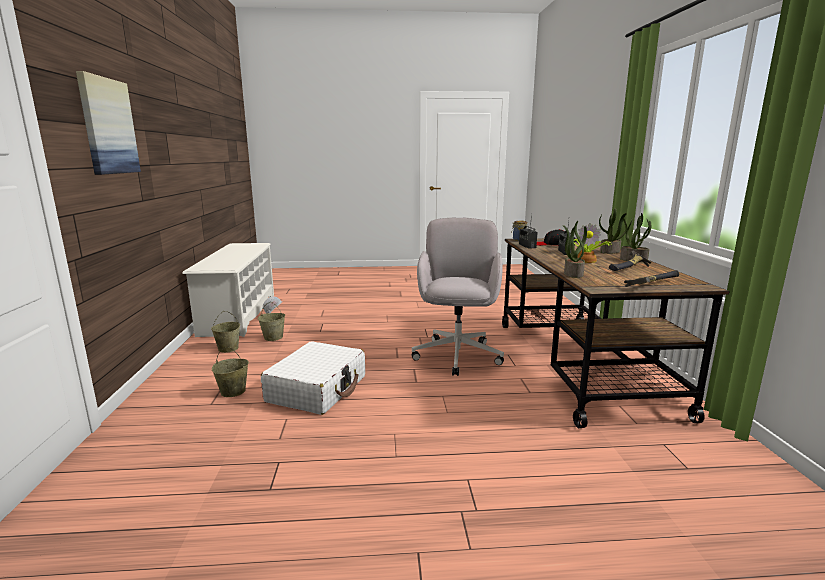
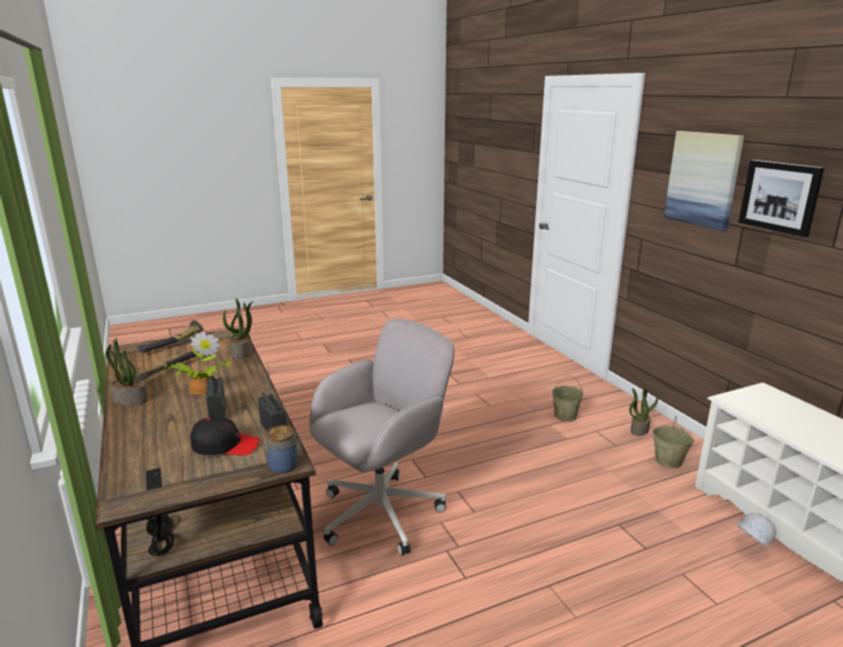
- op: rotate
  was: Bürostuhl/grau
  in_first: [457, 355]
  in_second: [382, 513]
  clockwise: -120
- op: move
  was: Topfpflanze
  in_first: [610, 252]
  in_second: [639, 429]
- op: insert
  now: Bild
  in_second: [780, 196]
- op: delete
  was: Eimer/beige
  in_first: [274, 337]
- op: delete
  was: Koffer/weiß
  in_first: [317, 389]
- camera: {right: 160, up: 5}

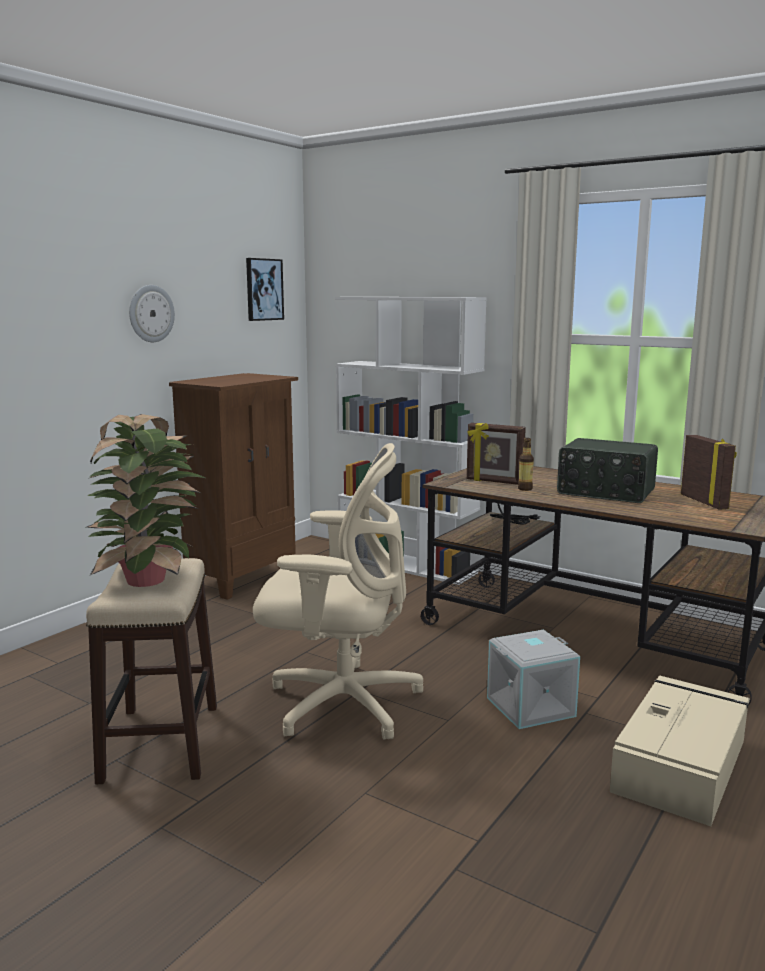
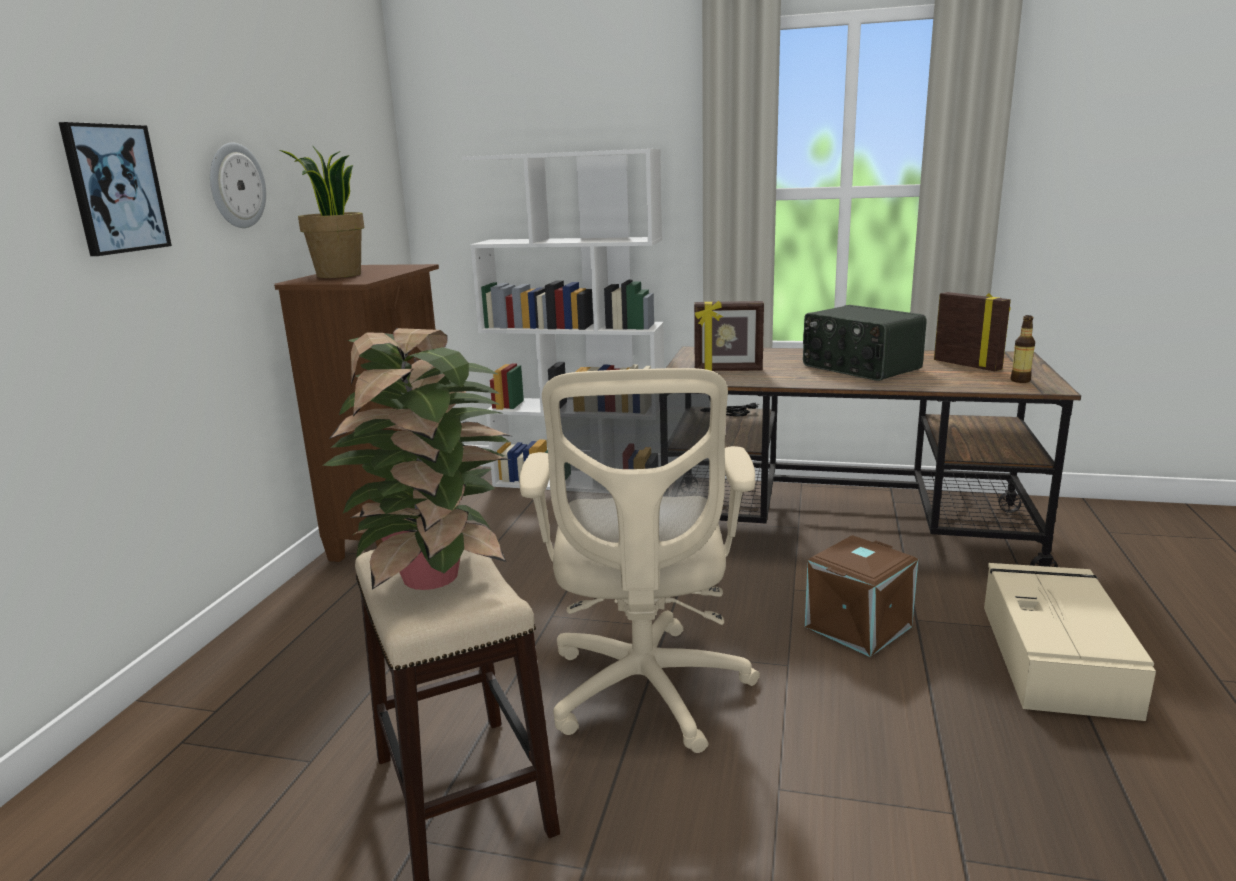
- op: move
  was: Bild
  in_first: [264, 289]
  in_second: [115, 189]
- op: insert
  now: Topfpflanze
  in_second: [338, 275]
- op: rotate
  was: Bürostuhl/beige
  in_first: [333, 705]
  in_second: [643, 679]
  clockwise: 105
- op: rotate
  was: Radio
  in_first: [605, 492]
  in_second: [859, 367]
  clockwise: 45
- op: recolor
  was: Aufbewahrungsbox/grau
  now: Aufbewahrungsbox/braun
  in_first: [531, 708]
  in_second: [859, 627]
- op: move
  was: Flasche
  in_first: [525, 489]
  in_second: [1020, 380]
- camera: {right: -20, up: 5}

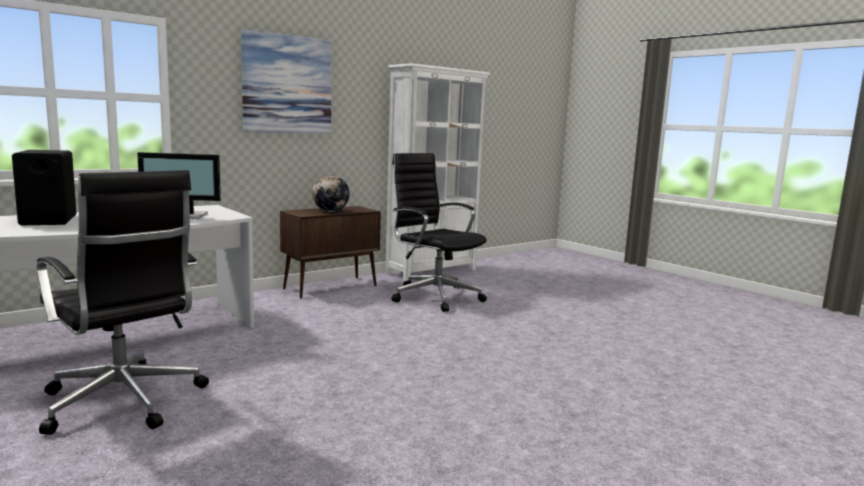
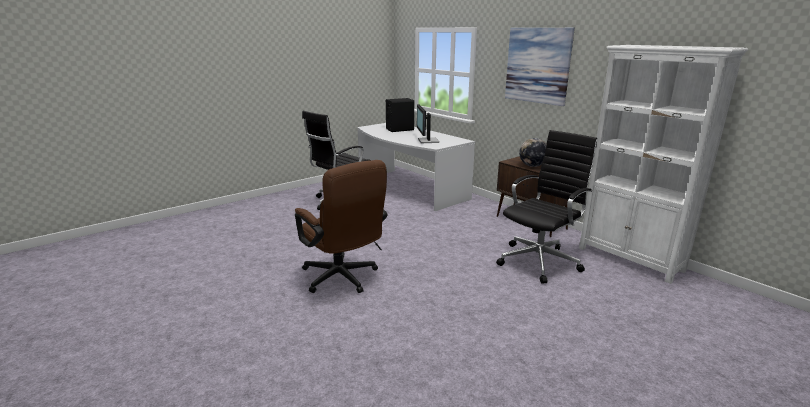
- op: insert
  now: Bürostuhl/braun
  in_second: [343, 279]
- camera: {right: 90, up: 10}

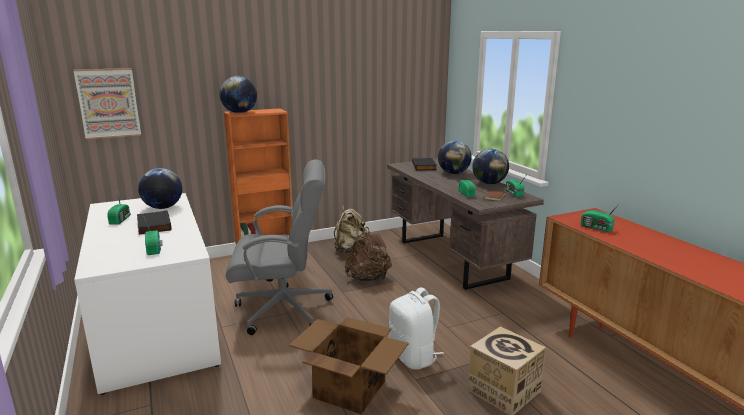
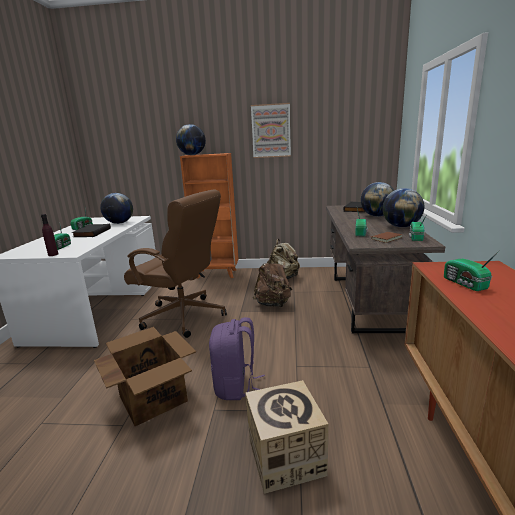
- op: insert
  now: Flasche/lila
  in_second: [53, 254]
- op: recolor
  was: Bürostuhl/grau
  now: Bürostuhl/braun
  in_first: [283, 309]
  in_second: [183, 315]
- op: recolor
  was: Rucksack/weiß
  now: Rucksack/lila
  in_first: [414, 357]
  in_second: [236, 386]
- op: move
  was: Bild
  in_first: [108, 103]
  in_second: [271, 131]
- camera: {right: 30, up: 0}

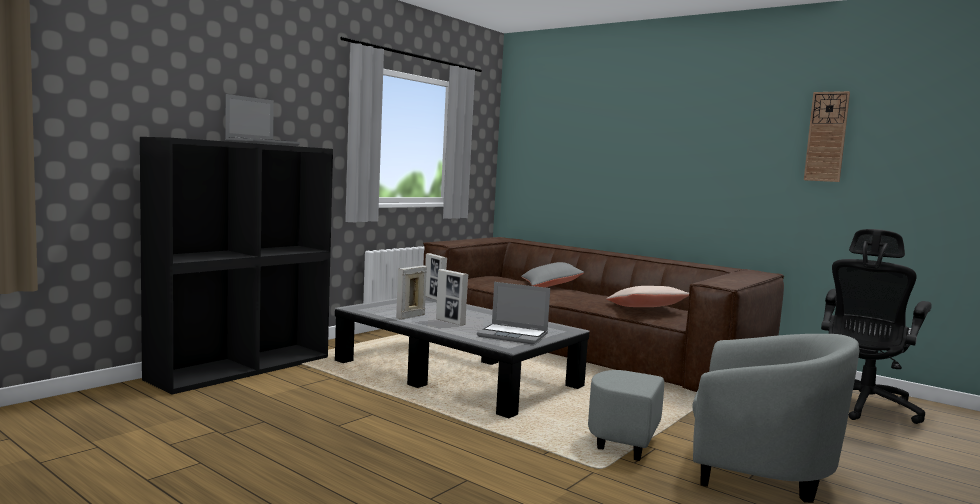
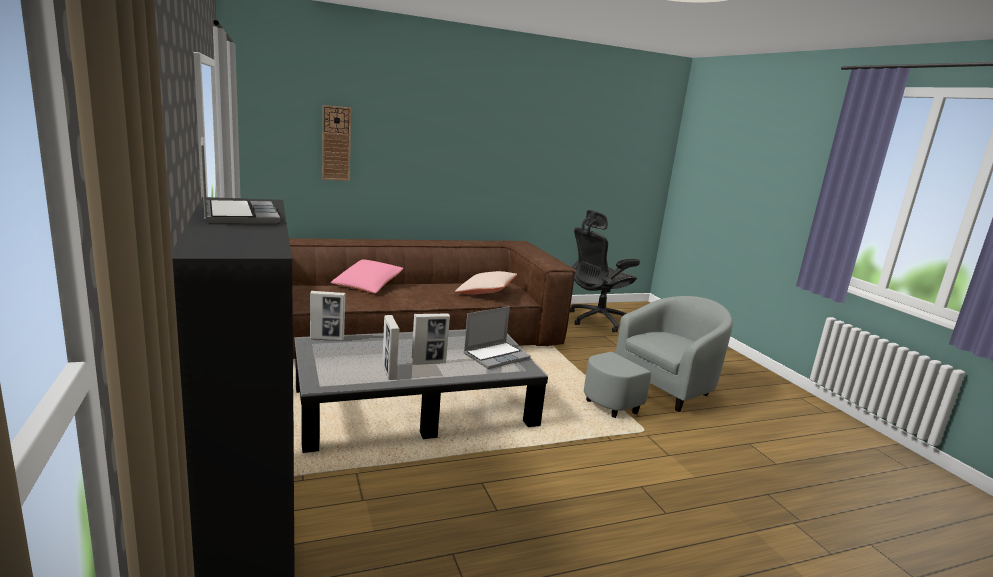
- op: move
  was: Wanduhr
  in_first: [826, 136]
  in_second: [336, 143]
- op: recolor
  was: Kissen/grau
  now: Kissen/rosa
  in_first: [550, 285]
  in_second: [367, 285]
- op: rotate
  was: Bürostuhl
  in_first: [862, 408]
  in_second: [596, 321]
  clockwise: 75
- camera: {right: -60, up: 10}

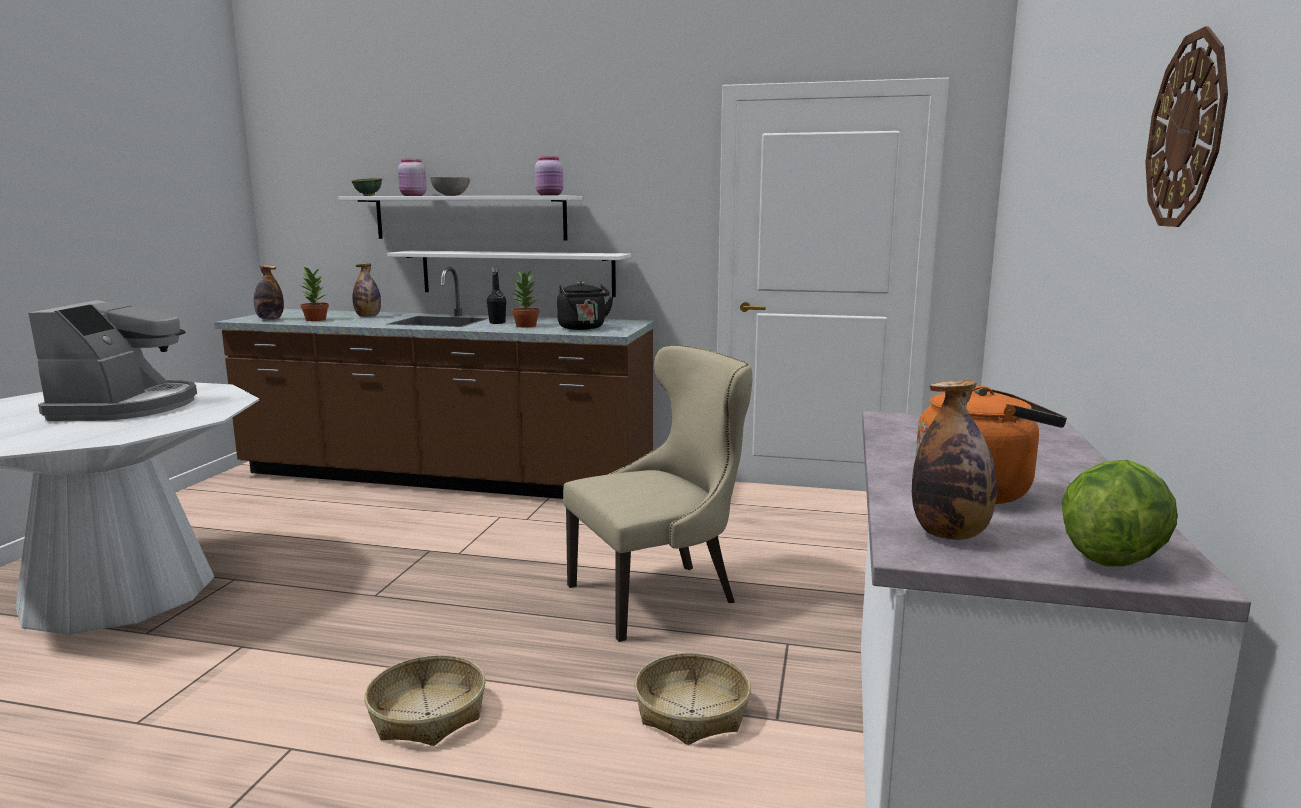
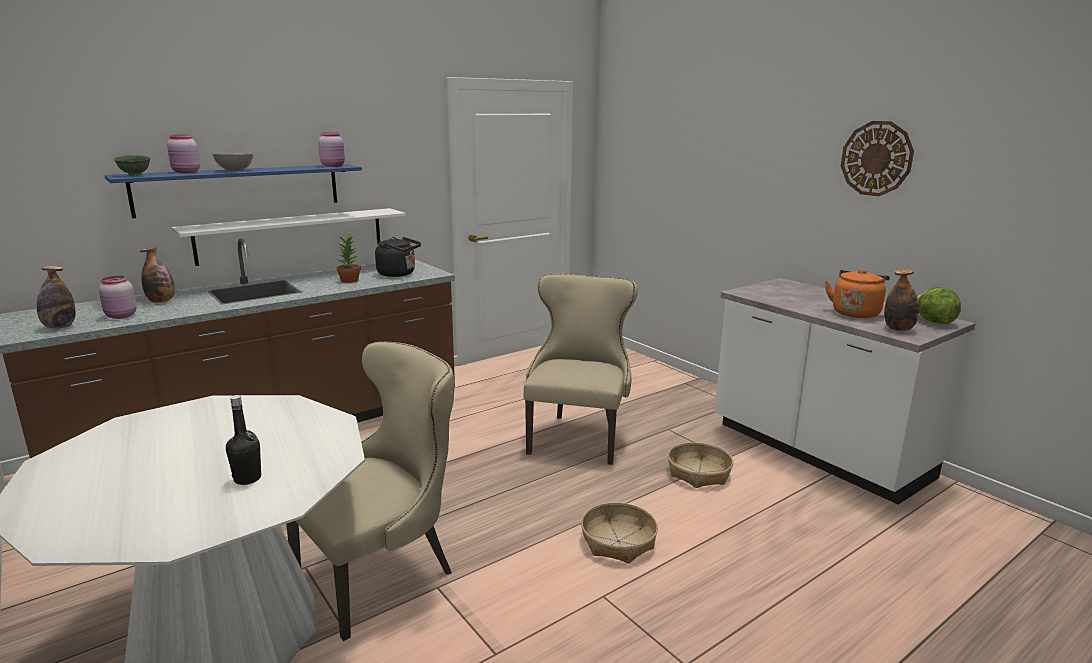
- op: replace
  was: Topfpflanze
  now: Vorratsglas/rosa
  in_first: [315, 319]
  in_second: [120, 316]
- op: recolor
  was: Wandregal/weiß
  now: Wandregal/blau
  in_first: [469, 218]
  in_second: [240, 189]
- op: move
  was: Flasche/schwarz
  in_first: [497, 323]
  in_second: [247, 479]
- op: insert
  now: Stuhl/beige
  in_second: [382, 574]
- op: delete
  was: Kaffeemaschine
  in_first: [127, 407]
- camera: {right: -50, up: 5}

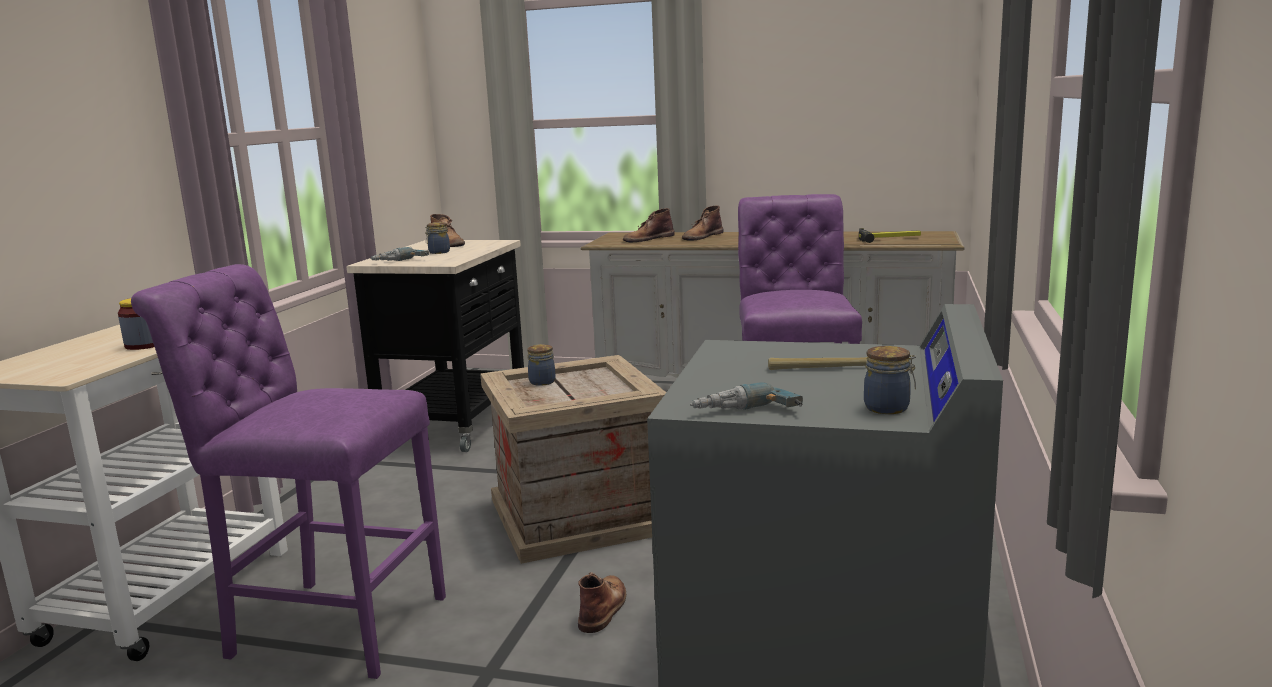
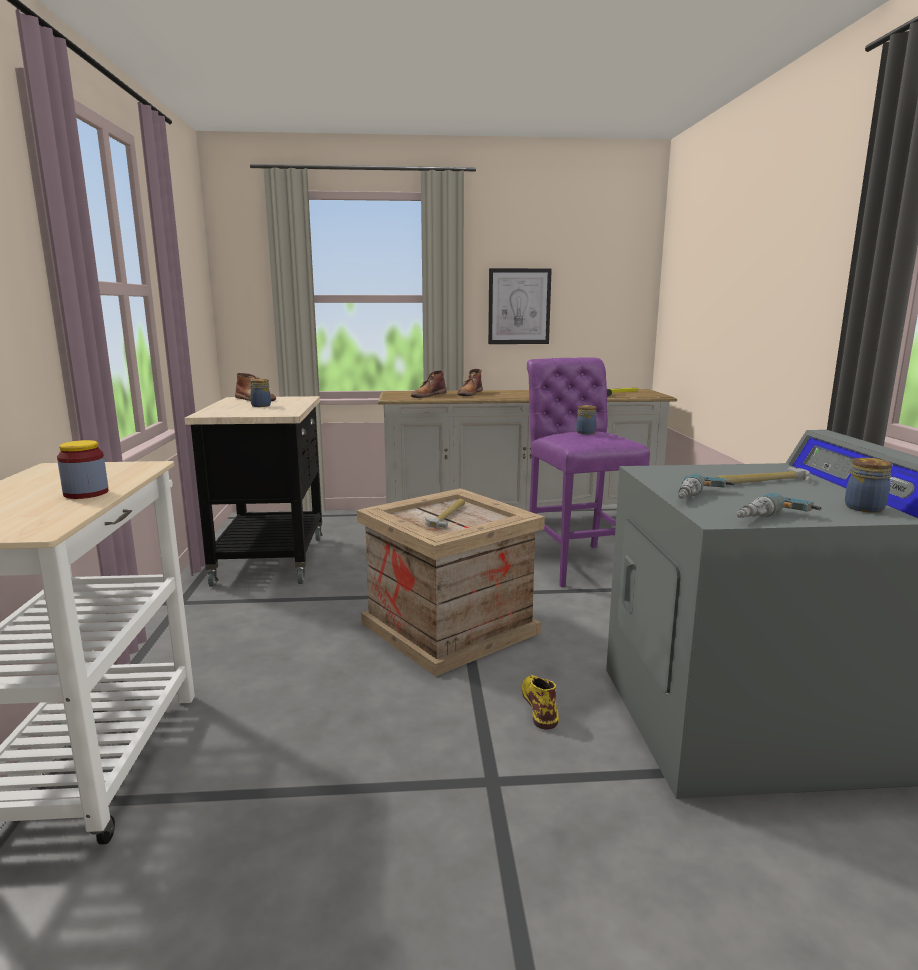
- op: insert
  now: Hammer
  in_second: [447, 516]
- op: insert
  now: Bild
  in_second: [519, 306]
- op: recolor
  was: Stiefel/braun
  now: Stiefel/gelb
  in_first: [603, 607]
  in_second: [540, 704]
- op: move
  was: Vorratsglas
  in_first: [543, 381]
  in_second: [586, 432]
- op: move
  was: Bohrmaschine
  in_first: [401, 262]
  in_second: [703, 498]
- op: delete
  was: Hocker/lila
  in_first: [329, 624]
- camera: {right: -20, up: 0}

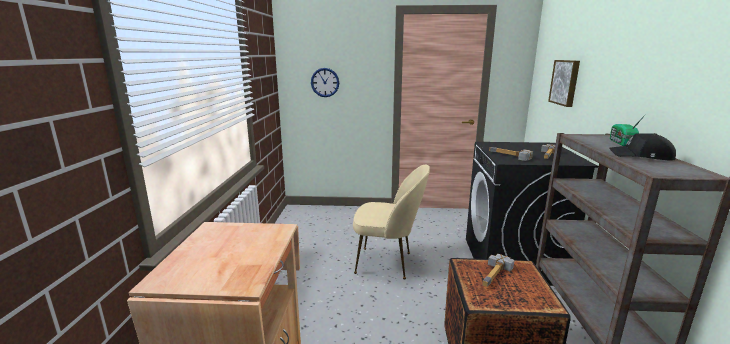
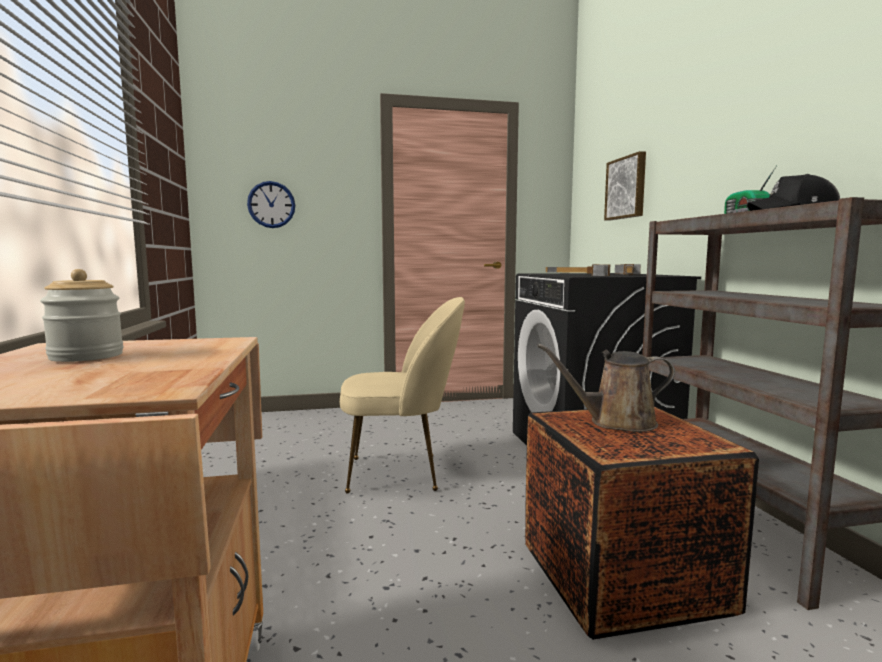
- op: insert
  now: Vorratsglas
  in_second: [86, 356]
- op: replace
  was: Hammer
  now: Gießkanne/braun
  in_first: [498, 275]
  in_second: [616, 422]
- camera: {right: -15, up: -10}

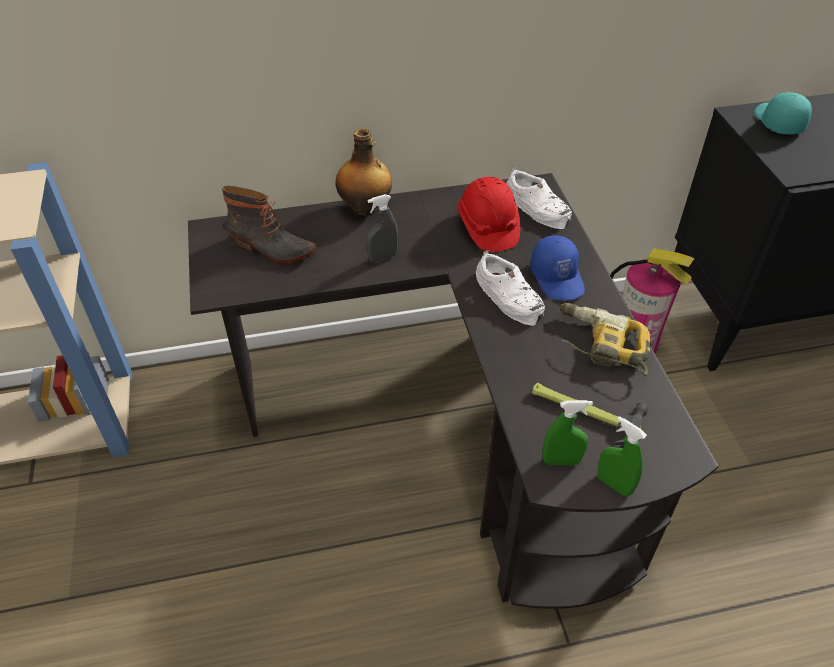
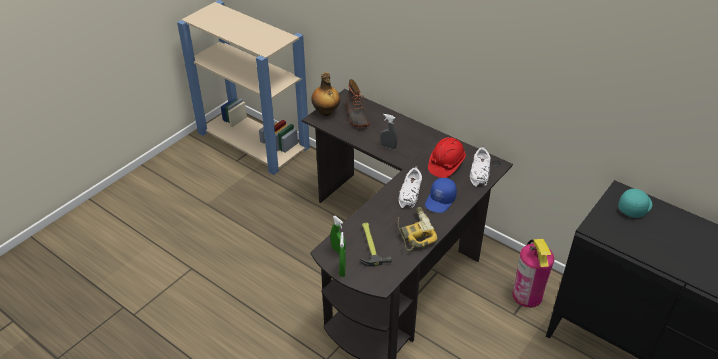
- op: move
  was: Flasche
  in_first: [365, 208]
  in_second: [326, 112]
- camera: {right: 50, up: -5}

